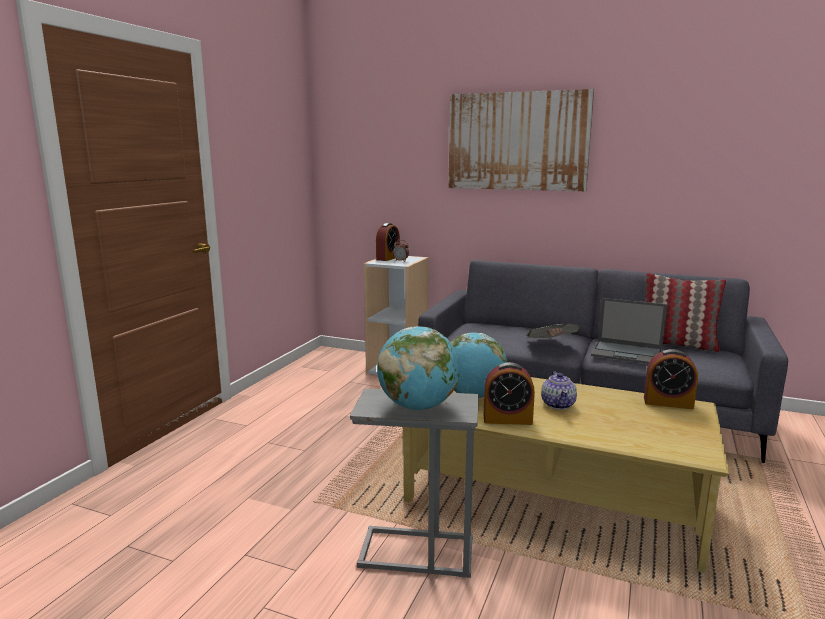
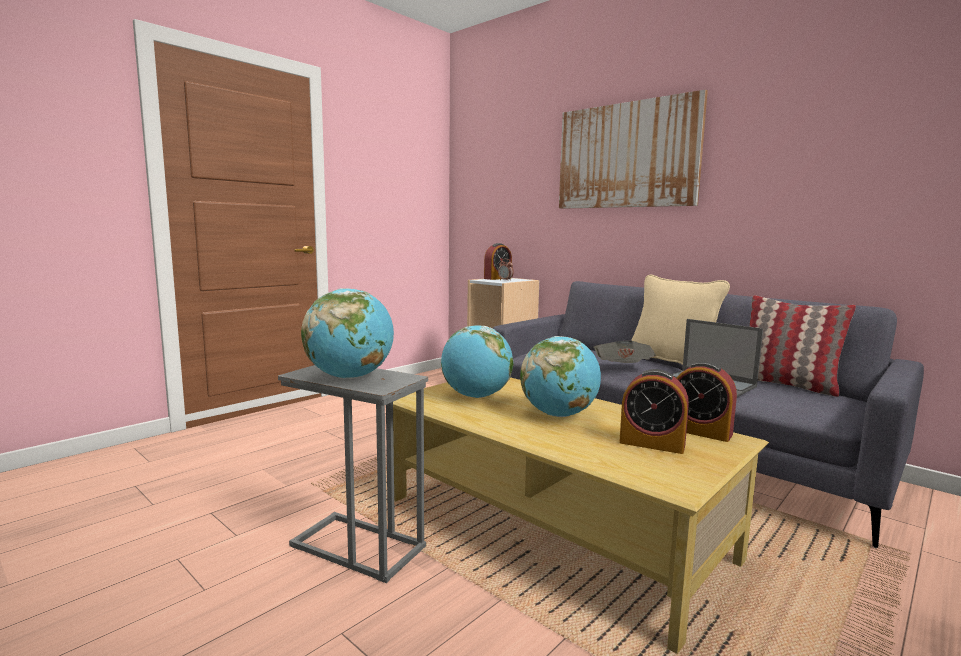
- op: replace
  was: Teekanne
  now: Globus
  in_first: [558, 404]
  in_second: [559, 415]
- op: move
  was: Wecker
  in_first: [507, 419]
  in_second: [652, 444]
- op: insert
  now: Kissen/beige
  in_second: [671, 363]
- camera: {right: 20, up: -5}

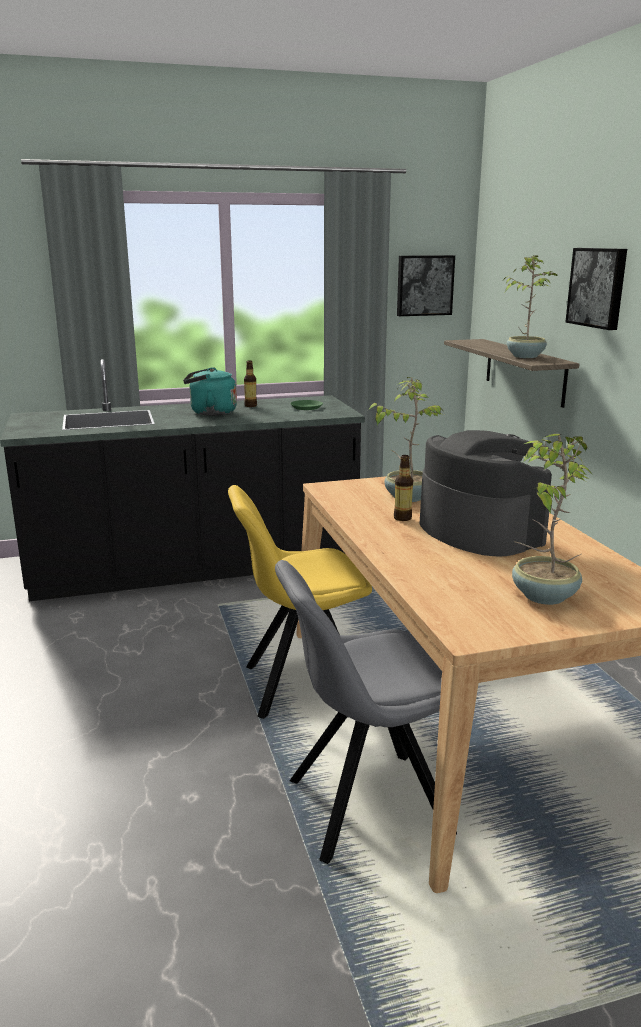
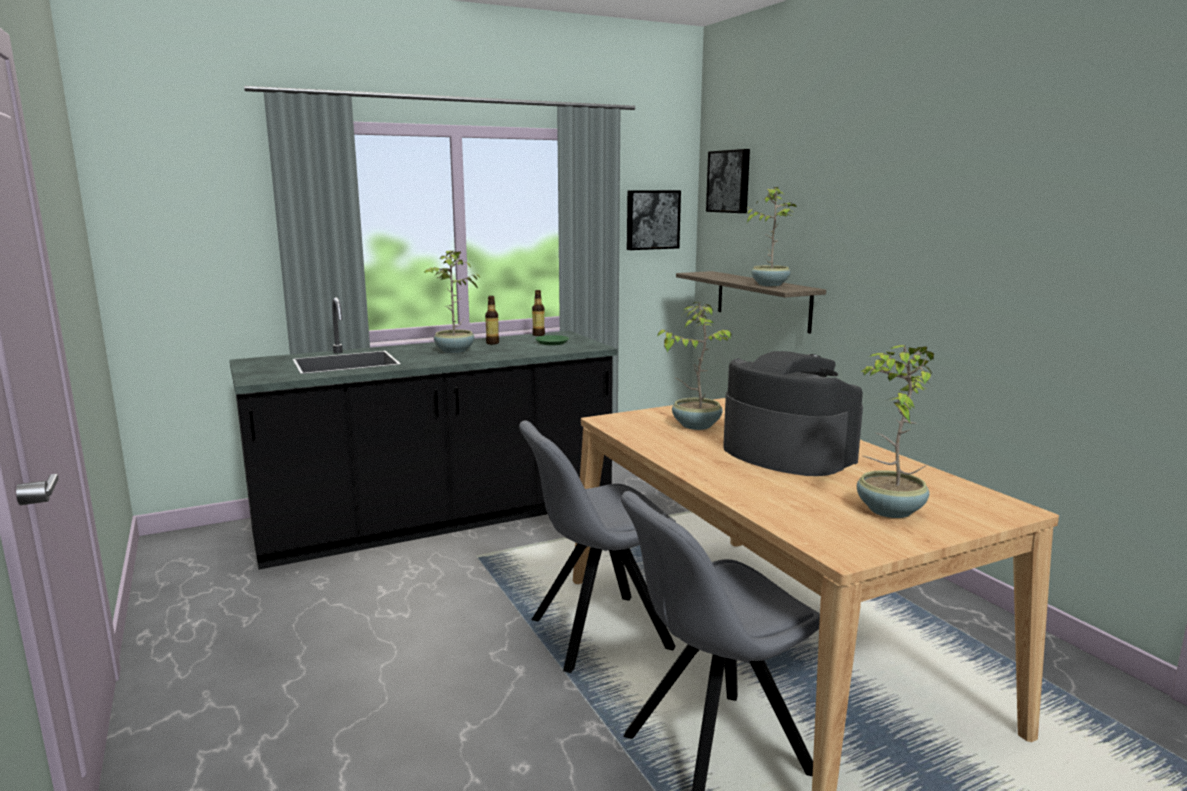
- op: replace
  was: Wasserkessel/türkis
  now: Topfpflanze
  in_first: [210, 413]
  in_second: [454, 351]
- op: recolor
  was: Stuhl/gelb
  now: Stuhl/grau
  in_first: [303, 685]
  in_second: [599, 633]
- op: move
  was: Flasche
  in_first: [402, 518]
  in_second: [538, 335]
- op: move
  was: Bild
  in_first: [598, 287]
  in_second: [730, 181]
- camera: {right: -10, up: -5}

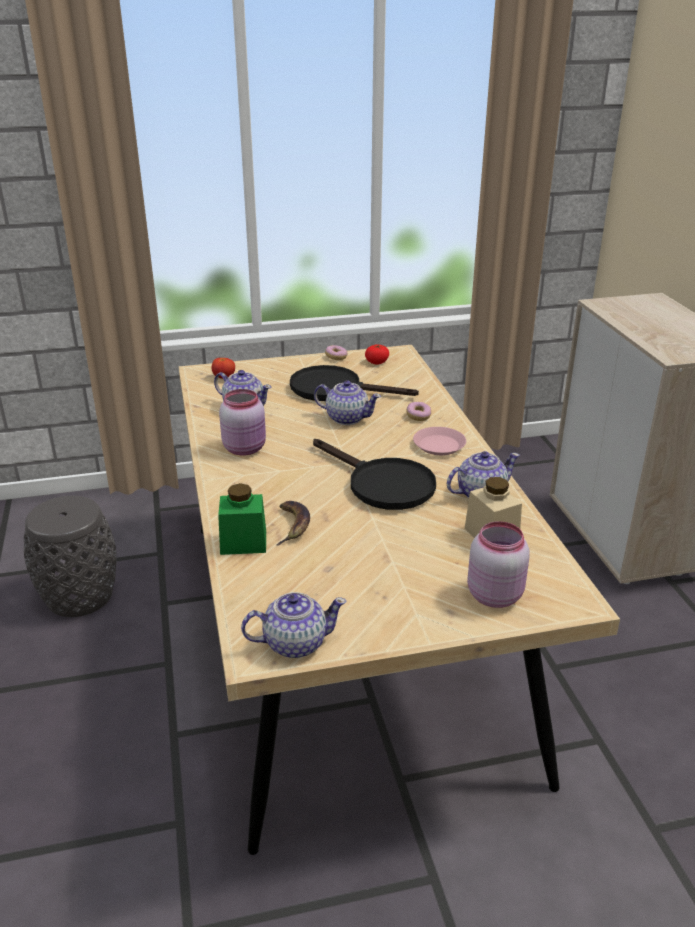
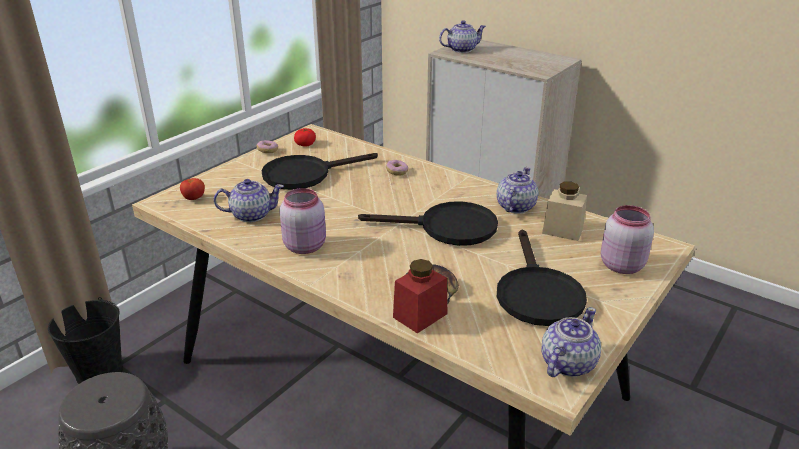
- op: insert
  now: Eimer/schwarz
  in_second: [99, 372]
- op: recolor
  was: Vorratsglas/grün
  now: Vorratsglas/rot
  in_first: [243, 543]
  in_second: [420, 315]
- op: move
  was: Teekanne
  in_first: [346, 418]
  in_second: [461, 50]
- op: insert
  now: Pfanne/schwarz
  in_second: [536, 292]
- op: delete
  was: Teller/rosa
  in_first: [438, 445]
- camera: {right: -40, up: 0}

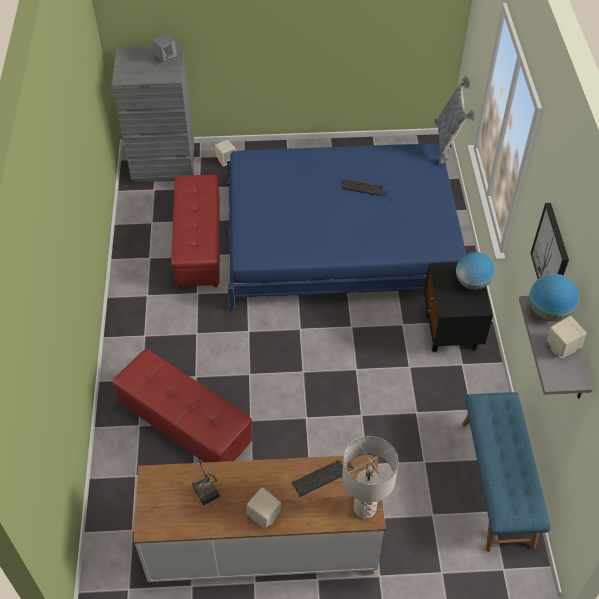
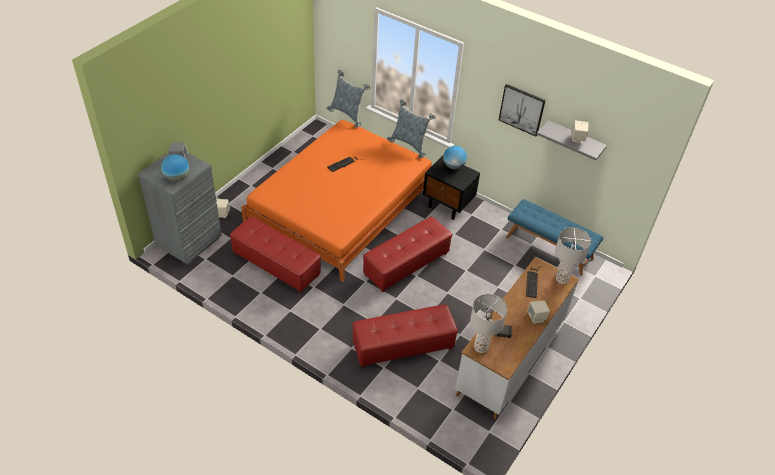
- op: move
  was: Globus
  in_first: [548, 312]
  in_second: [177, 178]
- op: recolor
  was: Bett/blau
  now: Bett/orange
  in_first: [341, 238]
  in_second: [341, 205]
- op: insert
  now: Polsterhocker/rot
  in_second: [406, 263]
- op: insert
  now: Kissen
  in_second: [409, 146]
- op: insert
  now: Tischlampe/weiß
  in_second: [481, 347]
- camera: {right: -55, up: -5}

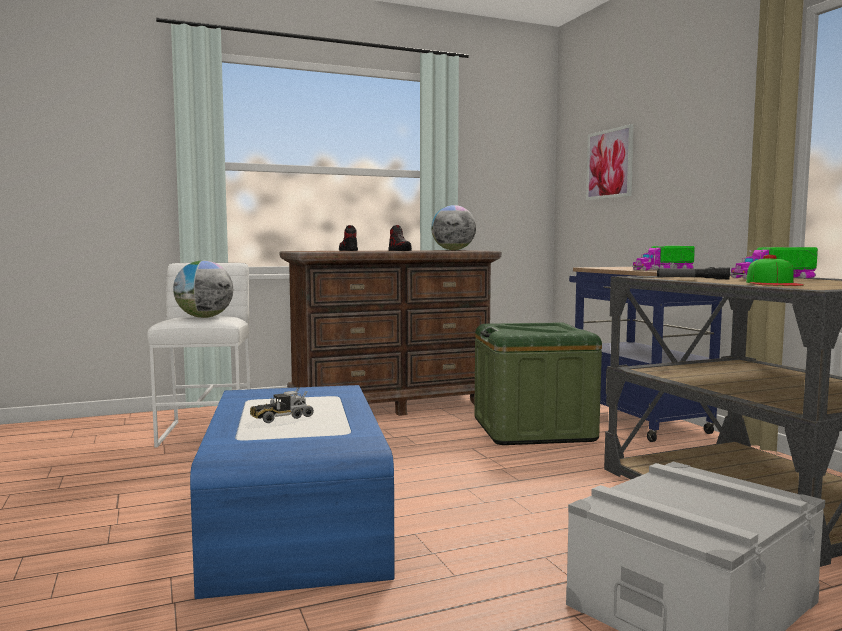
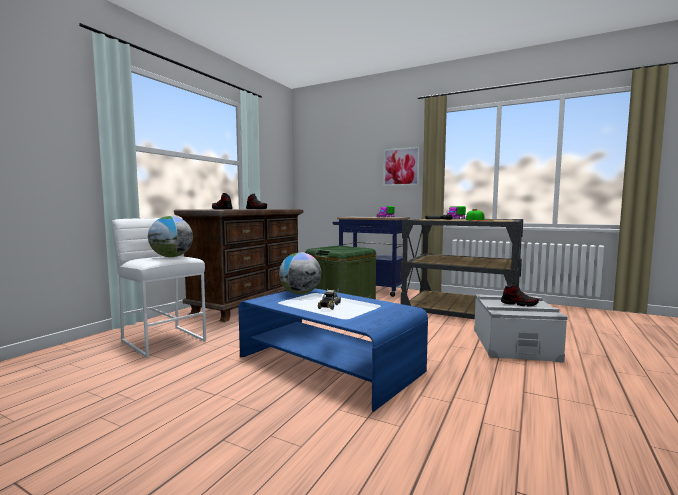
- op: move
  was: Globus
  in_first: [453, 250]
  in_second: [300, 293]
- op: move
  was: Bild
  in_first: [610, 164]
  in_second: [401, 167]
- op: insert
  now: Schuh
  in_second: [519, 304]
- camera: {right: -40, up: 0}

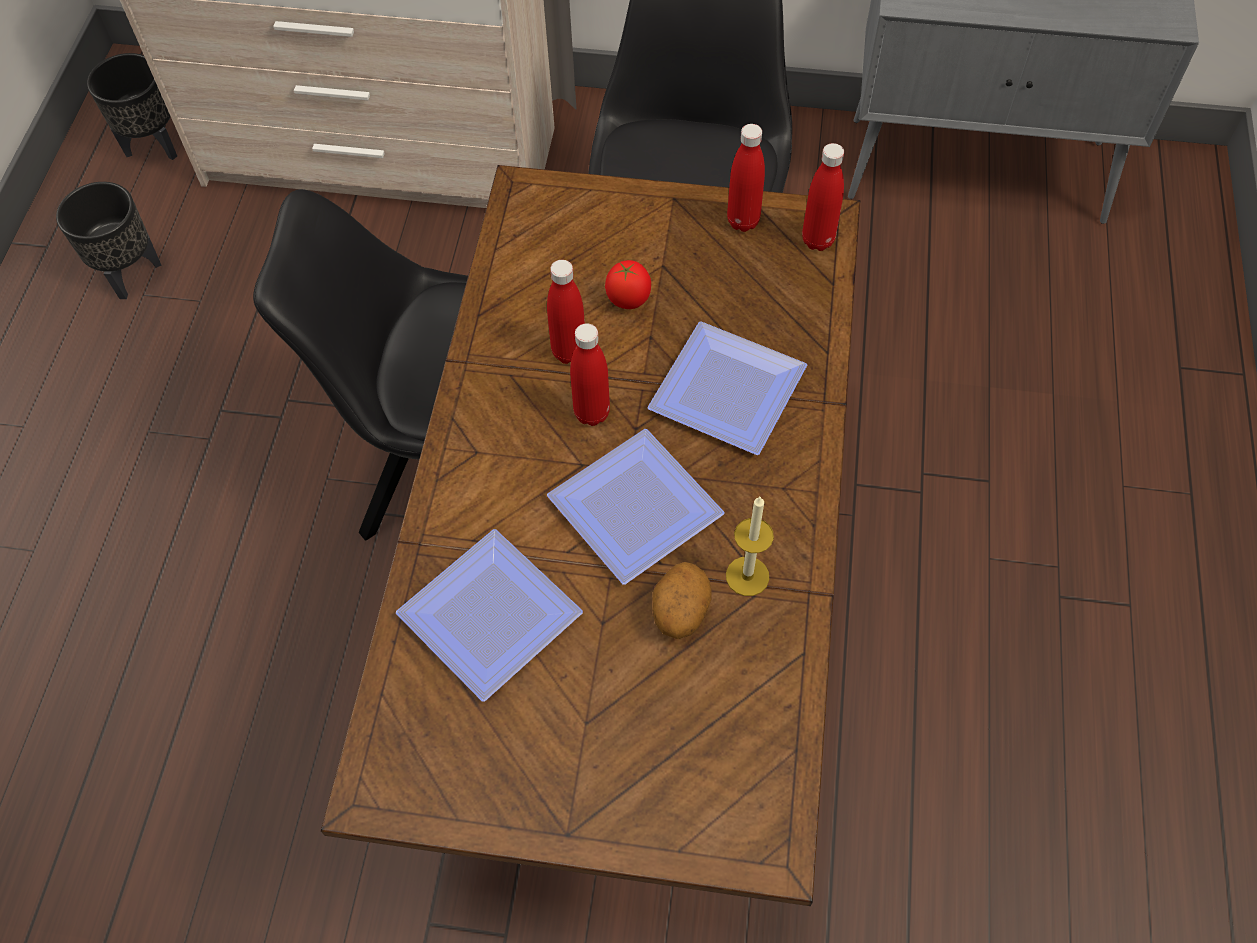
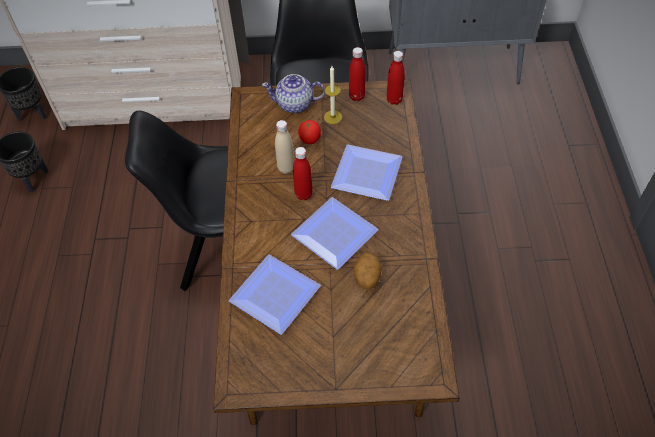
- op: insert
  now: Teekanne
  in_second: [295, 104]
- op: recolor
  was: Flasche/rot
  now: Flasche/beige
  in_first: [569, 352]
  in_second: [286, 168]
- op: move
  was: Kerze
  in_first: [747, 576]
  in_second: [333, 117]
- camera: {right: -10, up: -5}

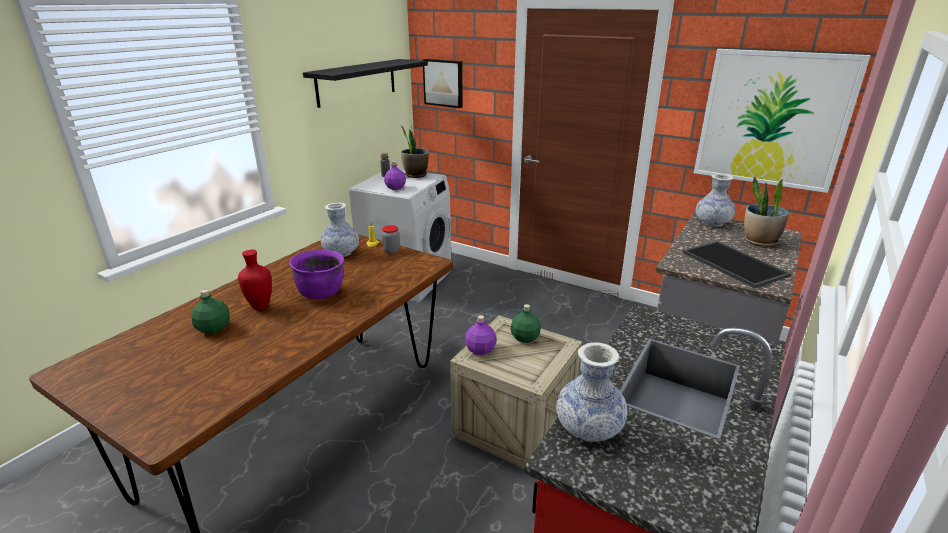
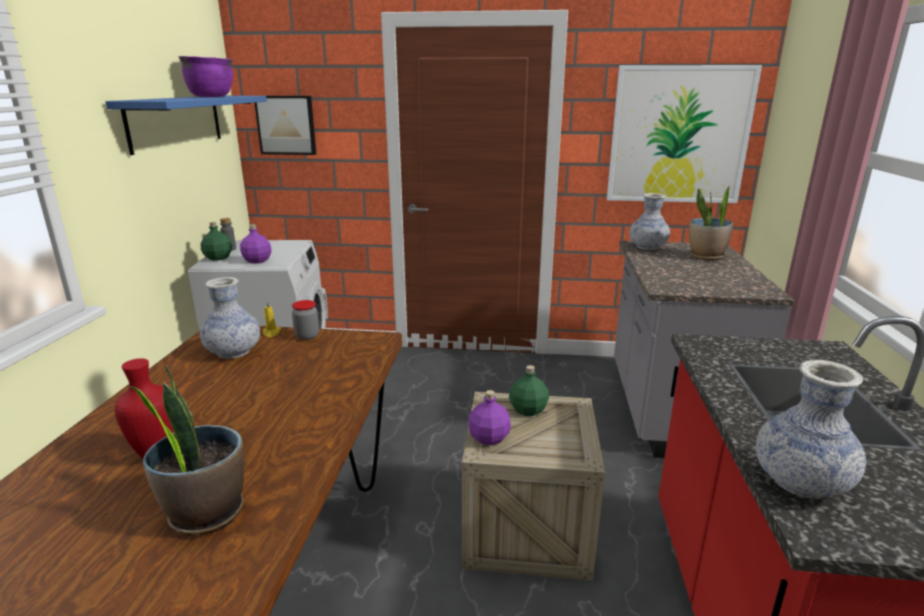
- op: recolor
  was: Wandregal/schwarz
  now: Wandregal/blau
  in_first: [357, 82]
  in_second: [176, 122]
- op: move
  was: Topfpflanze
  in_first: [415, 175]
  in_second: [206, 513]
- op: move
  was: Kochtopf/lila
  in_first: [321, 293]
  in_second: [211, 96]
- op: move
  was: Flasche/grün
  in_first: [213, 329]
  in_second: [218, 258]
- op: delete
  was: Tablett
  in_first: [731, 264]
- camera: {right: -25, up: -5}

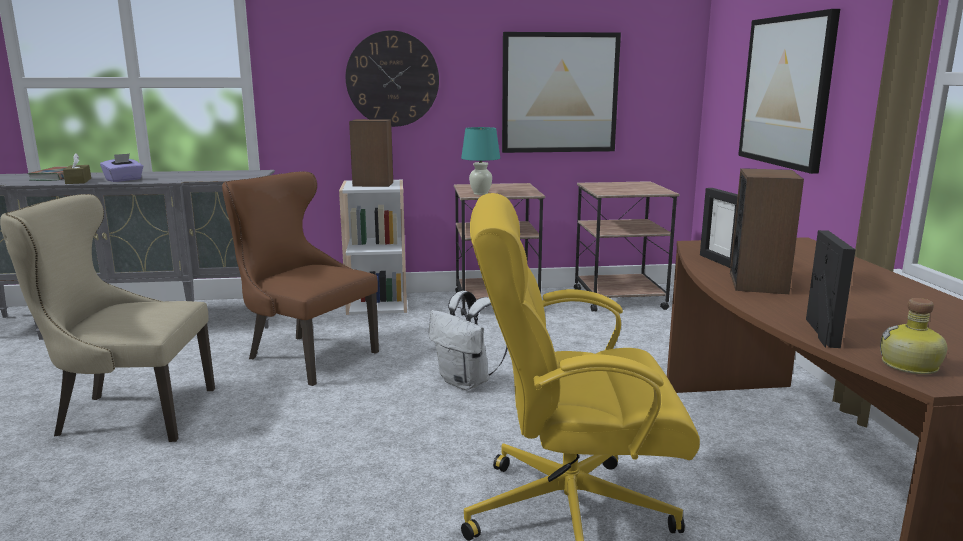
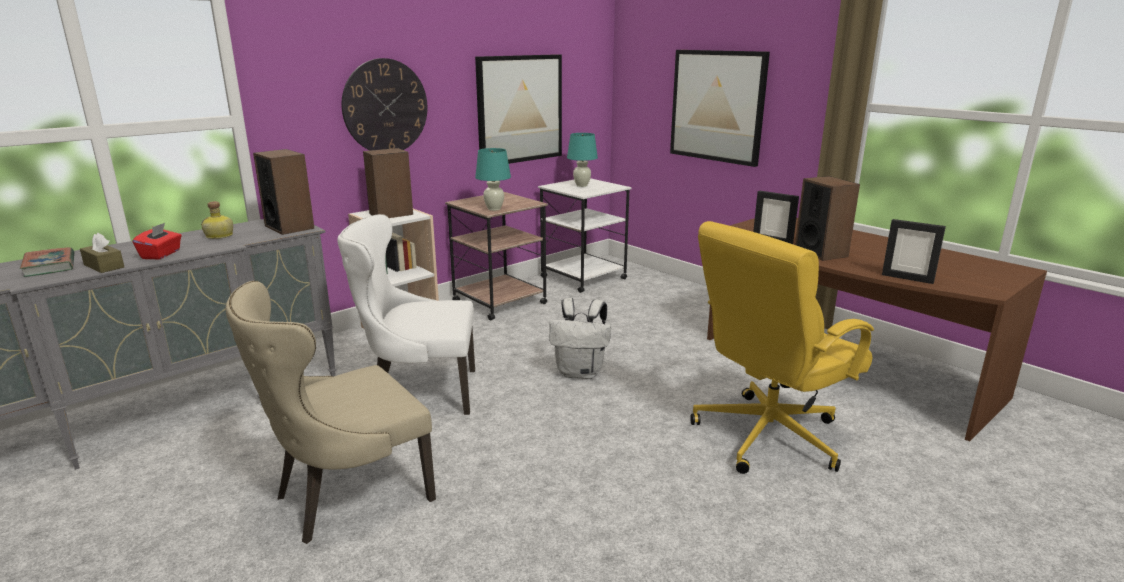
- op: recolor
  was: Taschentuchbox/lila
  now: Taschentuchbox/rot
  in_first: [124, 180]
  in_second: [161, 254]
- op: move
  was: Flasche
  in_first: [911, 366]
  in_second: [219, 236]
- op: insert
  now: Lautsprecher
  in_second: [289, 227]
- op: recolor
  was: Stuhl/braun
  now: Stuhl/weiß
  in_first: [306, 356]
  in_second: [419, 392]
- op: recolor
  was: Rollwagen/braun
  now: Rollwagen/weiß
  in_first: [620, 298]
  in_second: [584, 277]
- op: insert
  now: Tischlampe/türkis
  in_second: [582, 185]
- op: rotate
  was: Bilderrahmen
  in_first: [820, 333]
  in_second: [907, 278]
  clockwise: 150
- camera: {right: -35, up: 5}

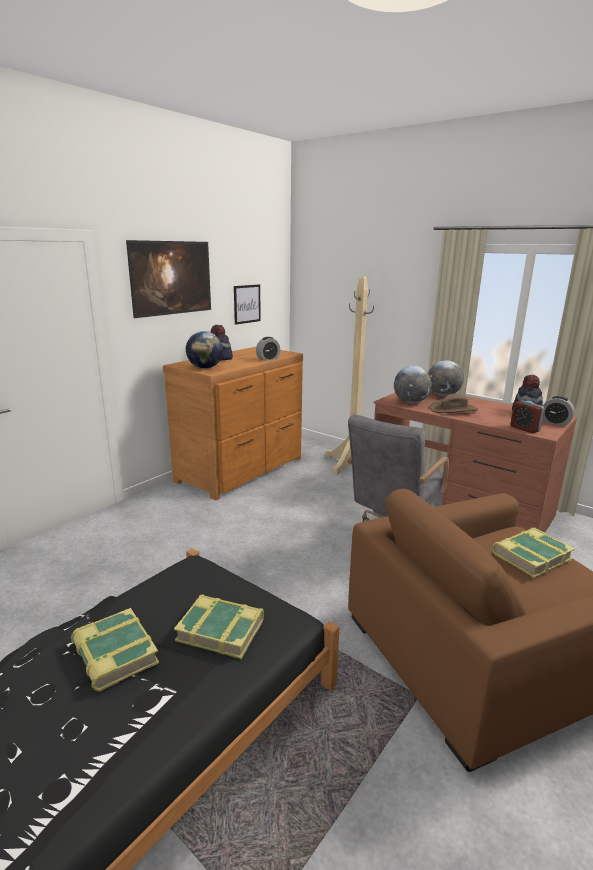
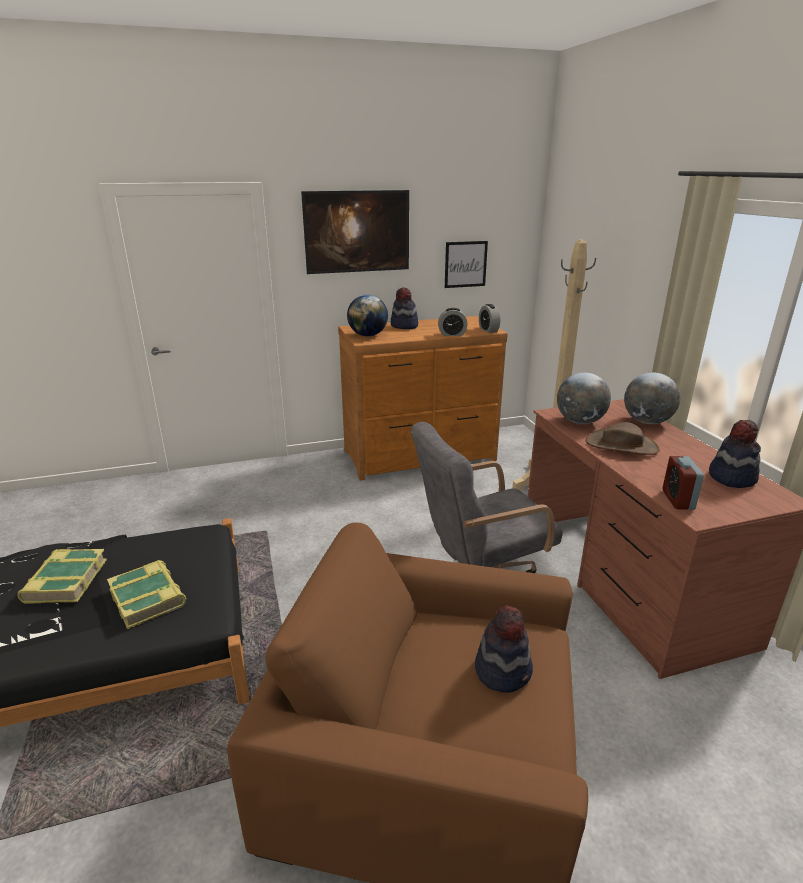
- op: replace
  was: Buch
  now: Hut
  in_first: [530, 556]
  in_second: [503, 670]
- op: move
  was: Wecker
  in_first: [555, 422]
  in_second: [488, 330]
- camera: {right: 35, up: 5}

